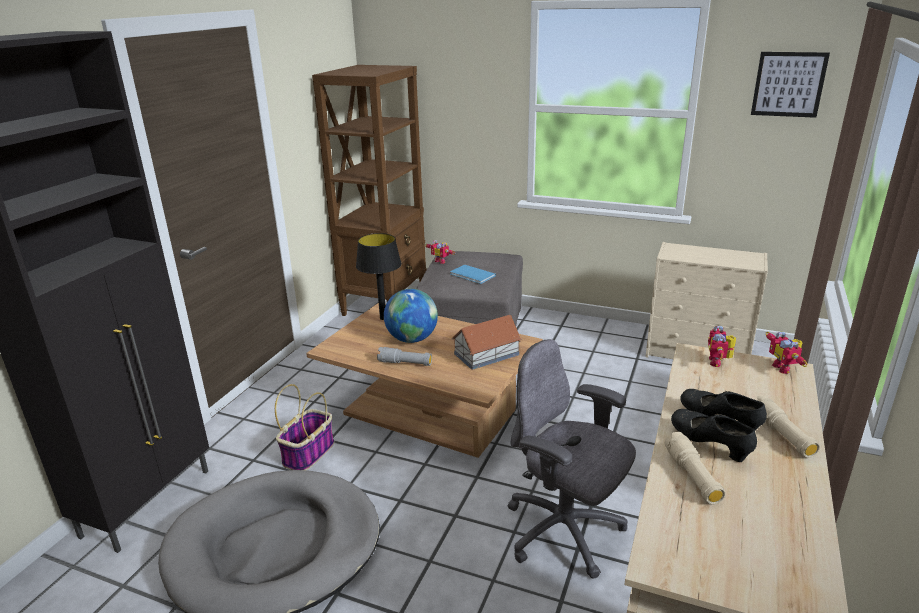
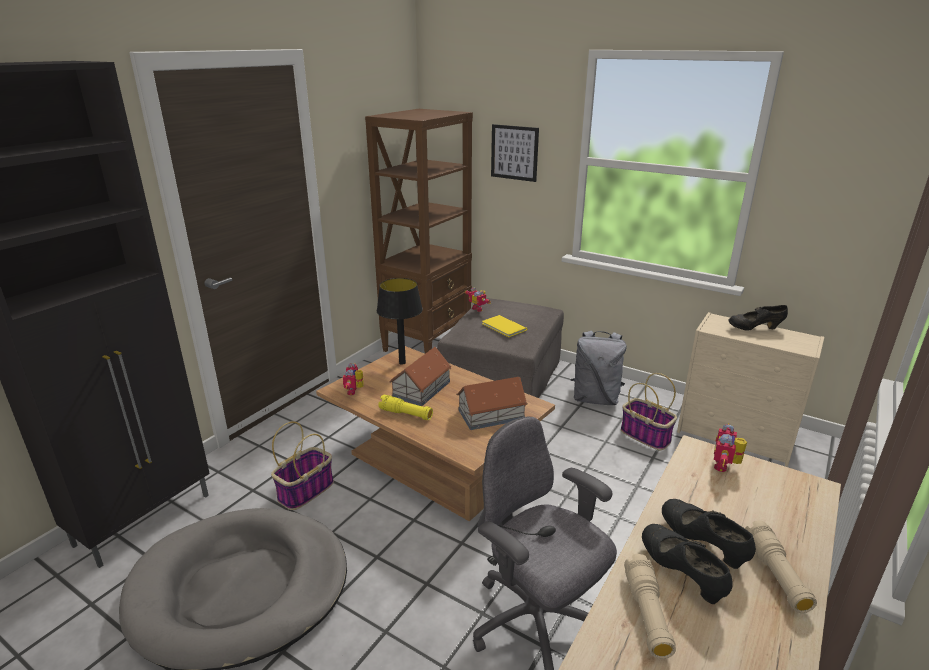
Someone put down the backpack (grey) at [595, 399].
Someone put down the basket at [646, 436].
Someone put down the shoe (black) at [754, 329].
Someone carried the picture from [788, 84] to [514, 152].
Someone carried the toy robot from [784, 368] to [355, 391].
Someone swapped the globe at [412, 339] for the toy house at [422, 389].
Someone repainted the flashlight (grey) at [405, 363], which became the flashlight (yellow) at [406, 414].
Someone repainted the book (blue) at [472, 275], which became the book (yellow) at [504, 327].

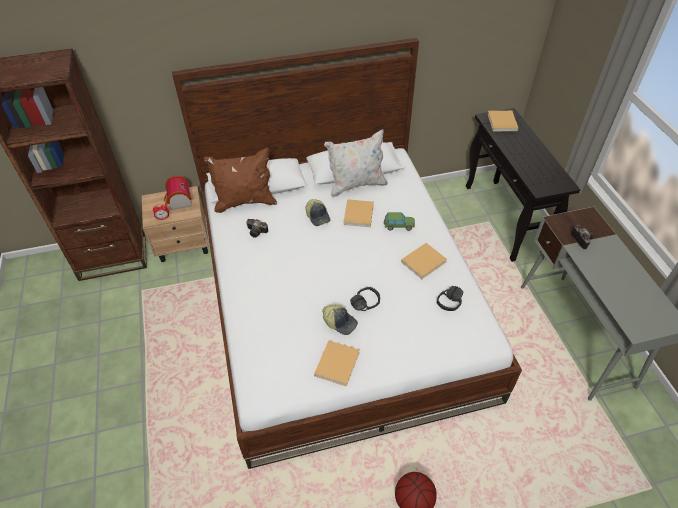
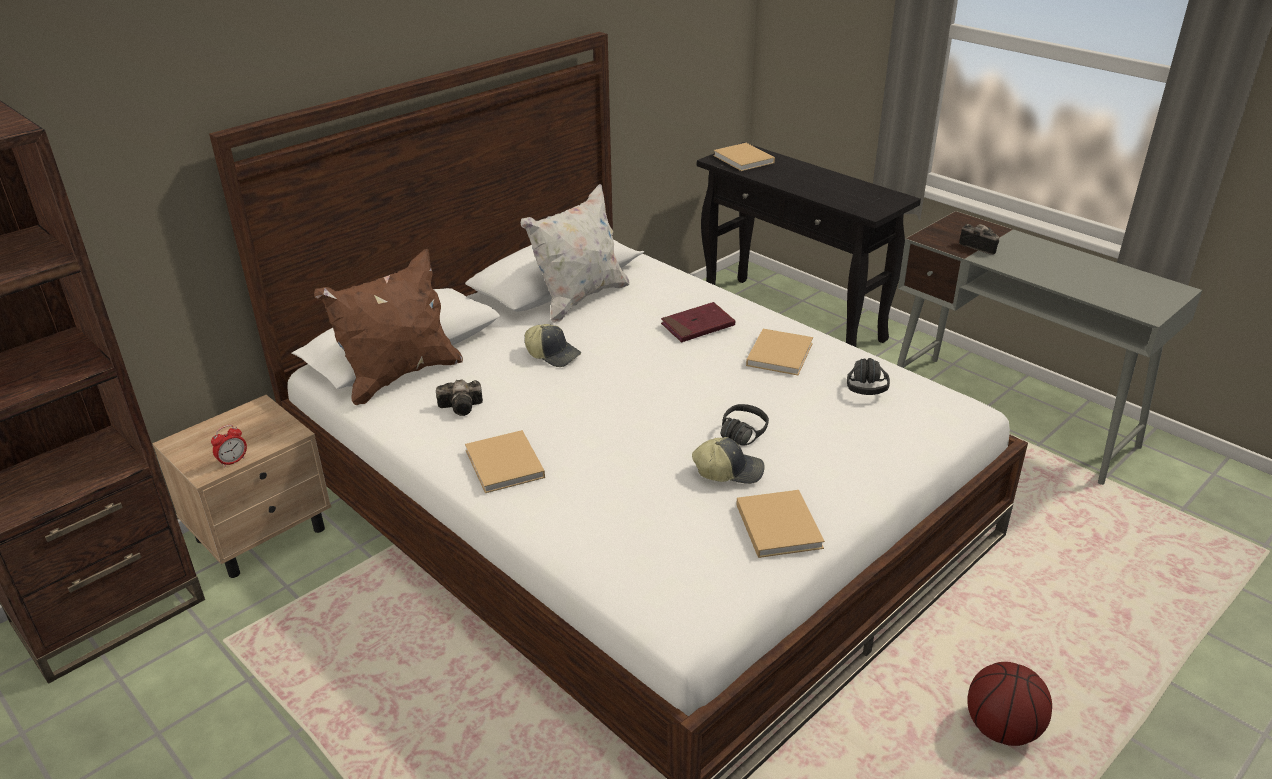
Someone took away the toy house at [179, 202].
Someone carried the book (beige) from [358, 215] to [505, 465].
Someone swapped the toy car at [398, 226] for the book (red) at [697, 325].

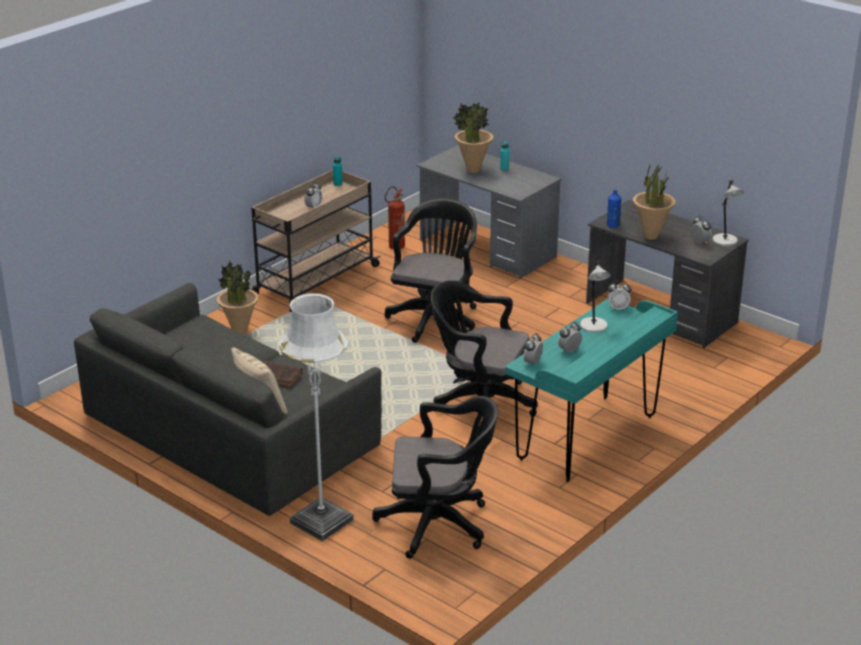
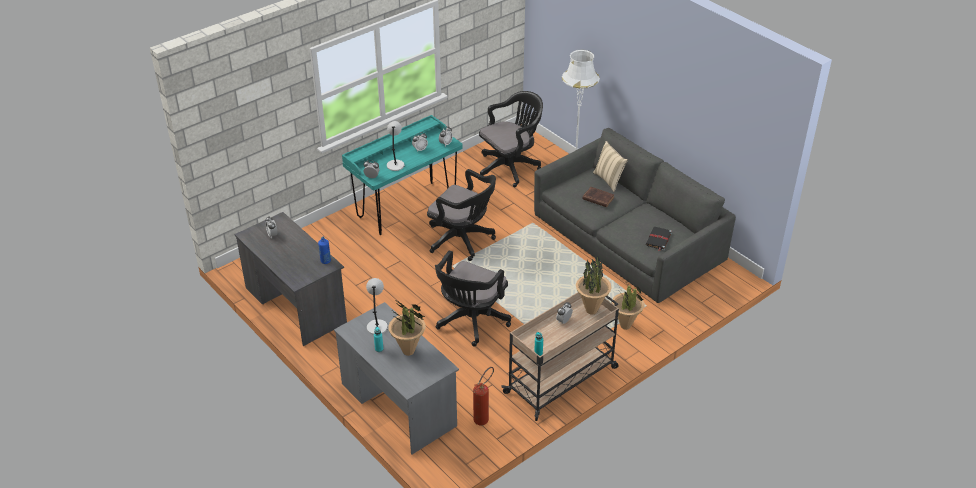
Someone put down the book (black) at [658, 239].
Someone carried the potted plant from [651, 236] to [591, 310].
Someone carried the table lamp (grey) from [725, 241] to [377, 326].
Someone rotated the office chair (black) at [439, 524] by 135 degrees clockwise.

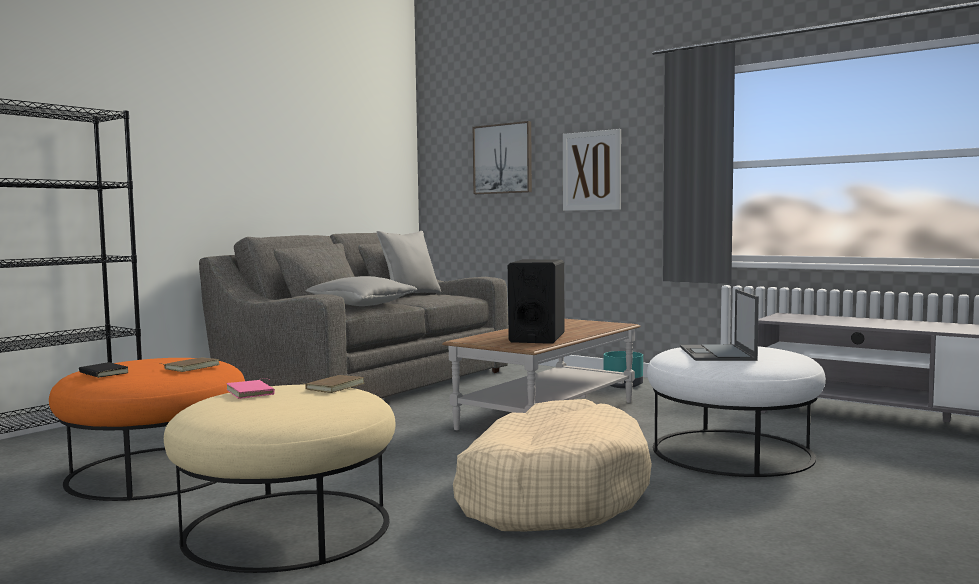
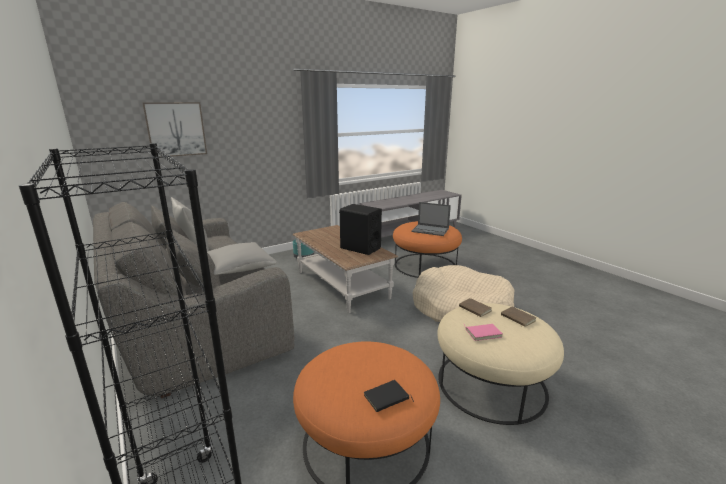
Someone took away the picture at [591, 171].
Someone carried the book (brown) from [191, 367] to [517, 318].
Someone repainted the ottoman (white) at [732, 451], which became the ottoman (orange) at [425, 265].

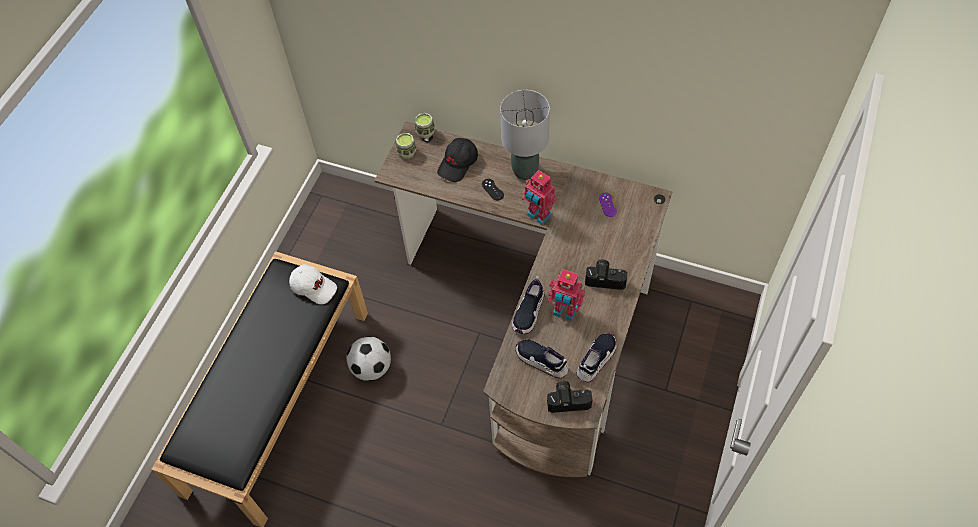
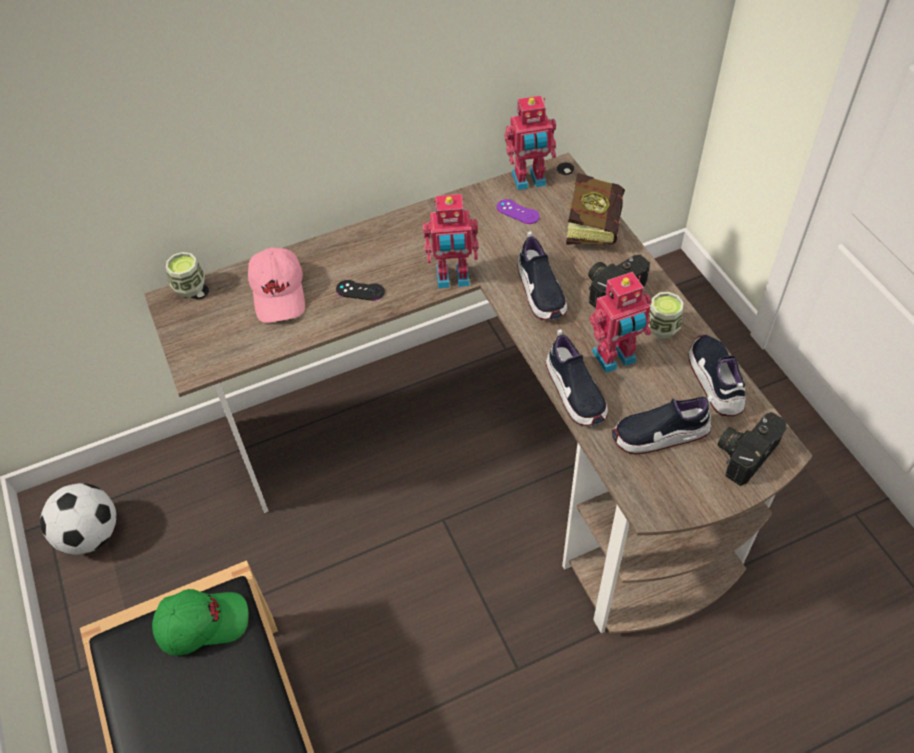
Someone took away the table lamp (grey) at [524, 171].
Someone put down the toy robot at [529, 181].
Someone put down the shoe at [540, 292].
Someone put down the book at [594, 223].
Someone carried the football from [372, 368] to [91, 535].
Someone carried the cup from [407, 152] to [662, 328].
Someone repainted the cap (white) at [314, 287], which became the cap (green) at [202, 623].
Someone repainted the cap (black) at [458, 164], which became the cap (pink) at [279, 293].

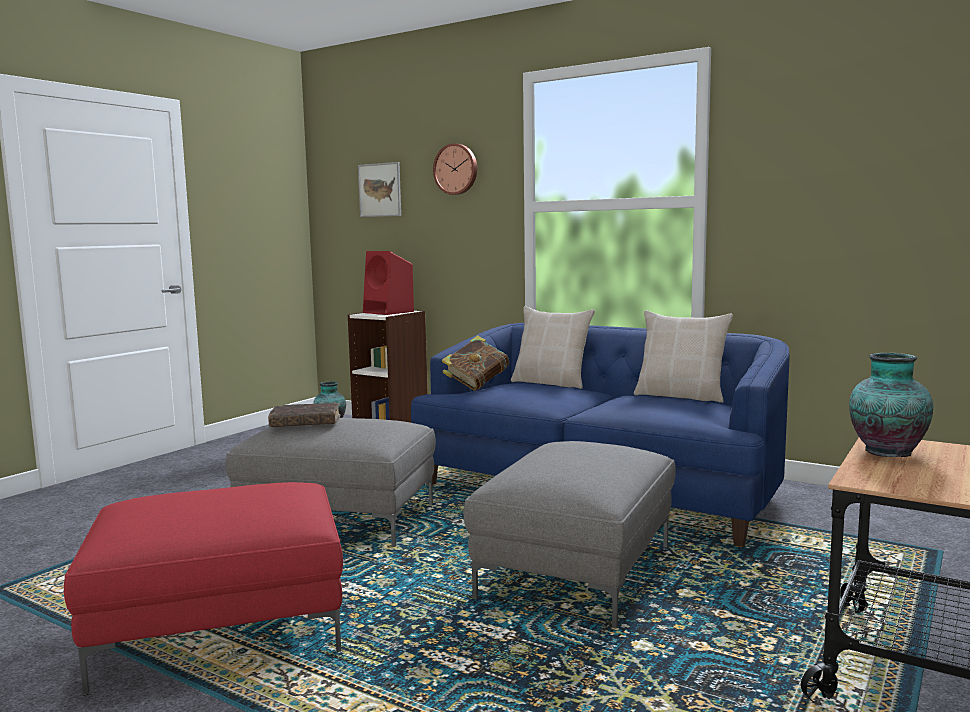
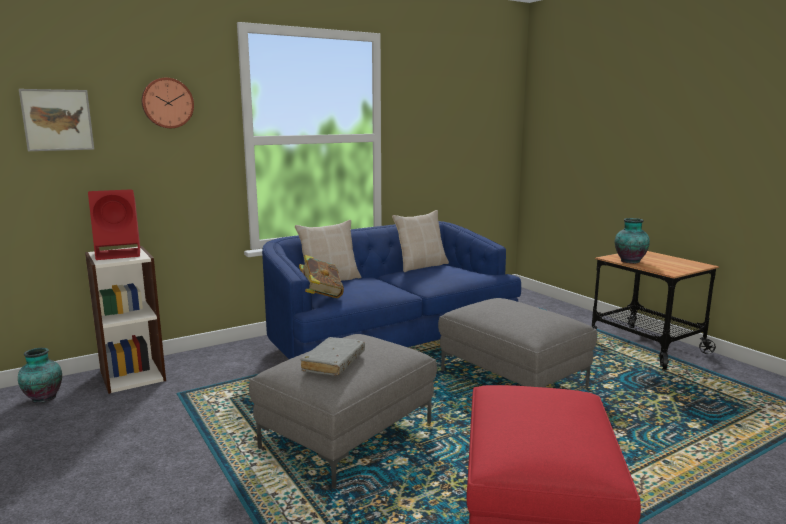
Someone repainted the book (brown) at [305, 423], which became the book (grey) at [333, 363].

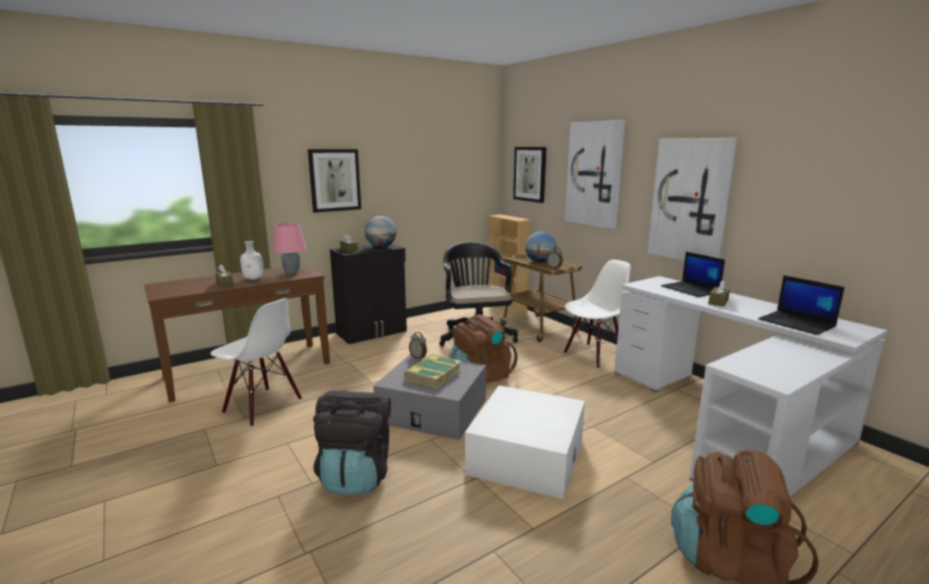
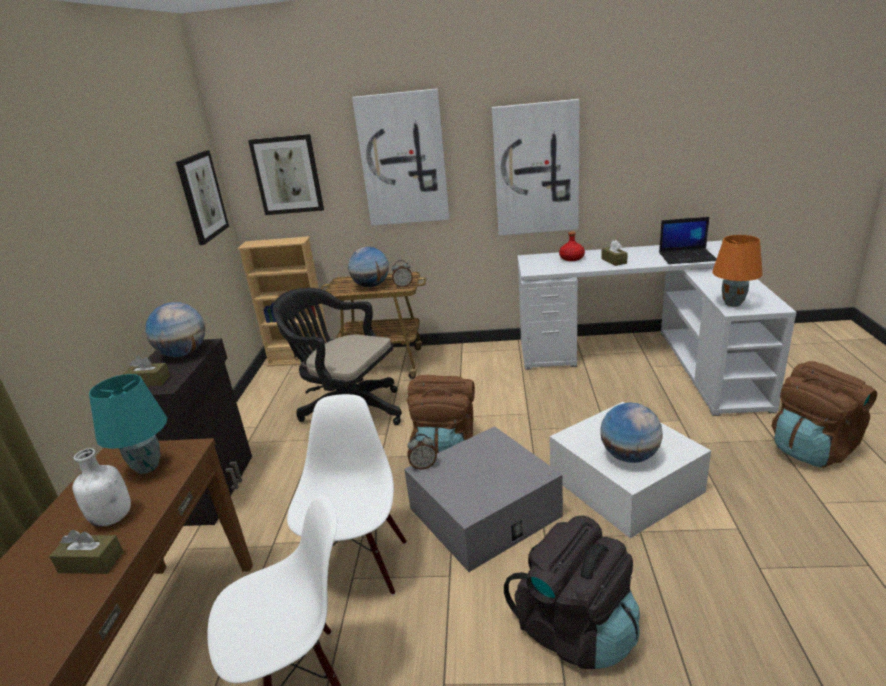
Someone took away the book at [433, 375].
Someone put down the globe at [629, 456].
Someone put down the table lamp (orange) at [733, 303].
Someone carried the picture from [334, 180] to [202, 197].
Someone carried the chair (white) from [593, 356] to [359, 567].
Someone swapped the laptop at [691, 289] for the bottle (red) at [572, 258].
Someone repainted the table lamp (pink) at [291, 273], which became the table lamp (turquoise) at [147, 468].

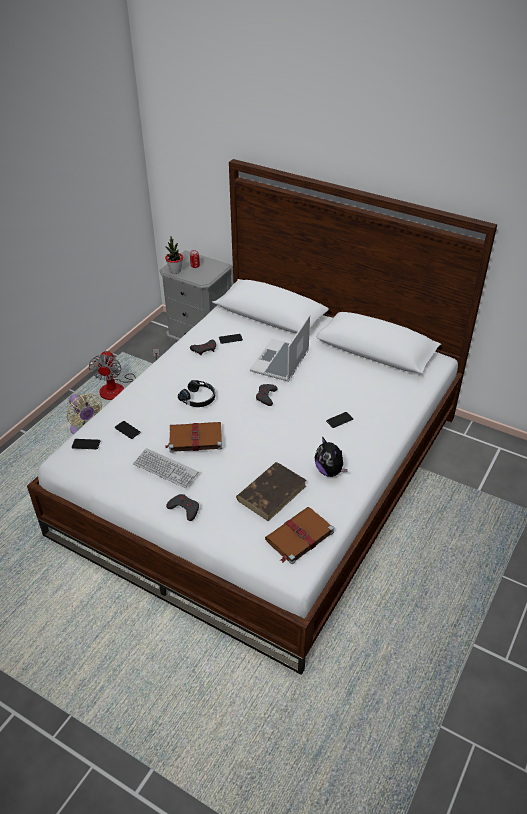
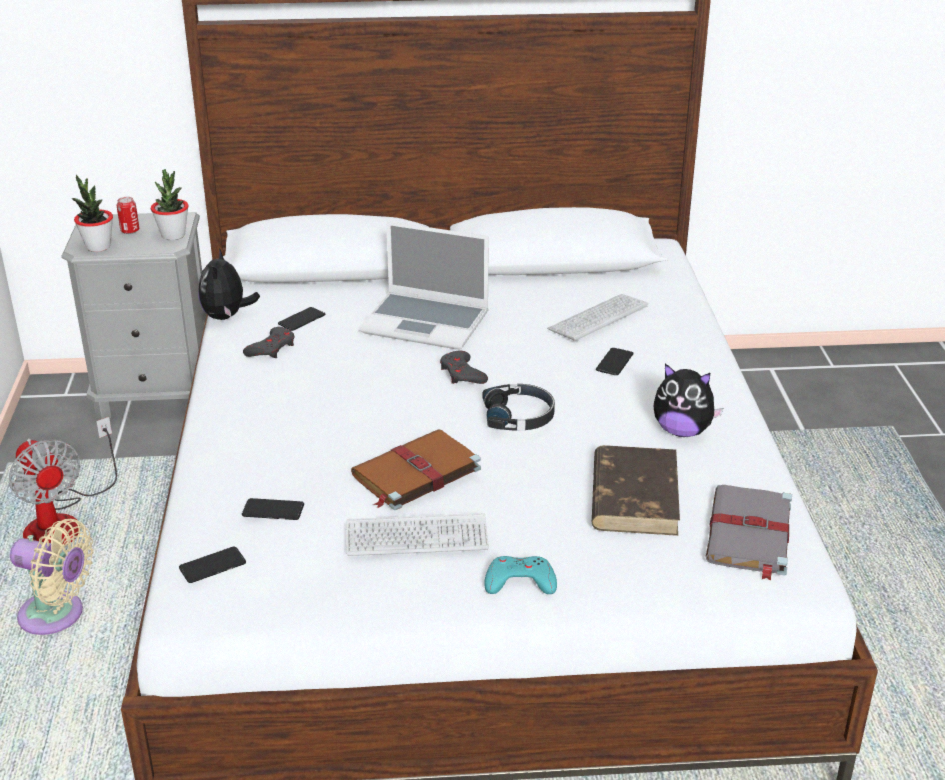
Someone put down the potted plant at [173, 235].
Someone put down the plush toy at [227, 316].
Someone put down the keyboard at [598, 318].
Someone carried the headphones (black) from [198, 398] to [519, 416].
Someone repainted the game controller (grey) at [184, 509], which became the game controller (turquoise) at [520, 581].
Someone repainted the book (brown) at [298, 537], which became the book (grey) at [749, 535].
Someone rotated the laptop at [280, 362] by 60 degrees counterclockwise.

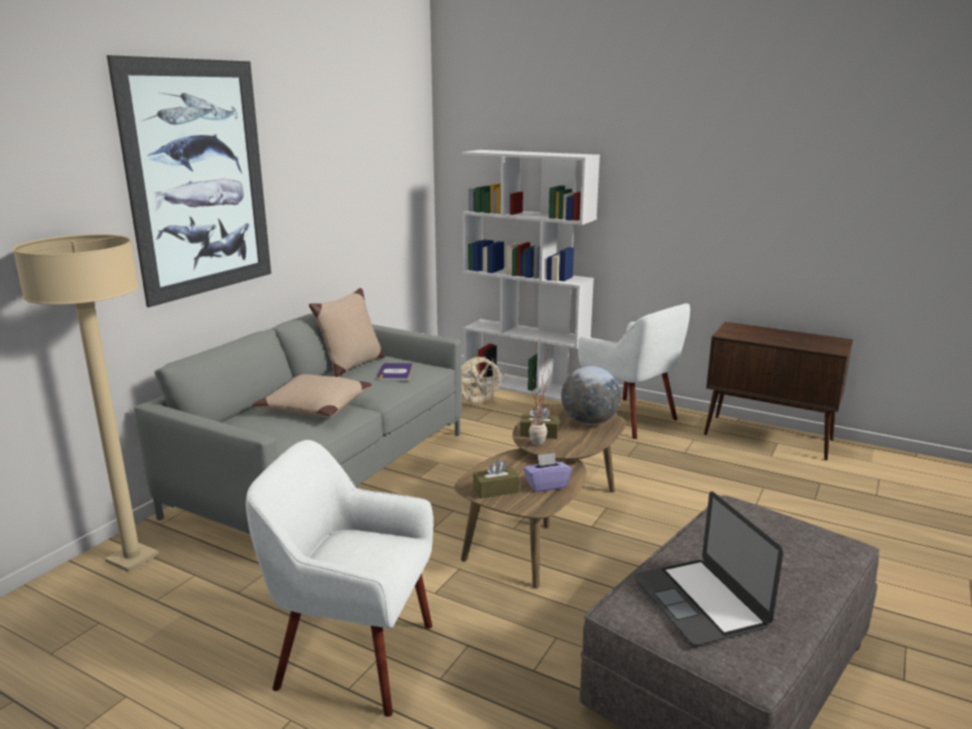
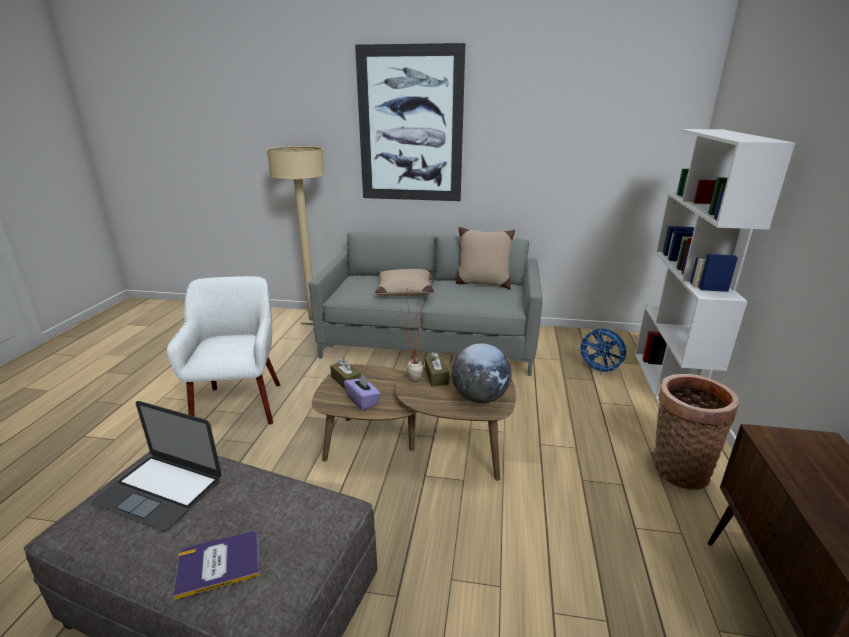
Someone carried the book from [395, 372] to [219, 564].
Someone swapped the armchair (white) at [629, 418] for the basket at [677, 468].
Someone repainted the fan (beige) at [478, 403], which became the fan (blue) at [599, 371].
Someone rotated the laptop at [700, 600] by 120 degrees counterclockwise.

